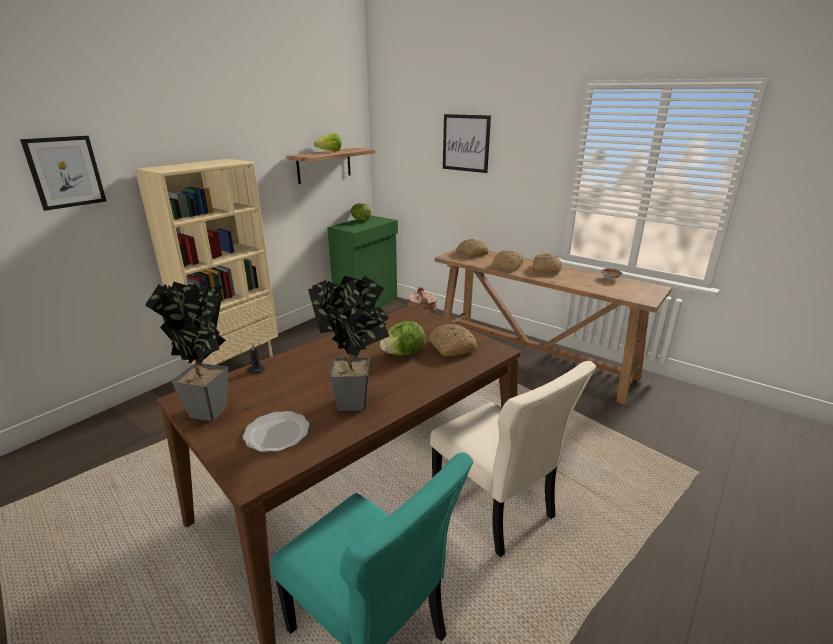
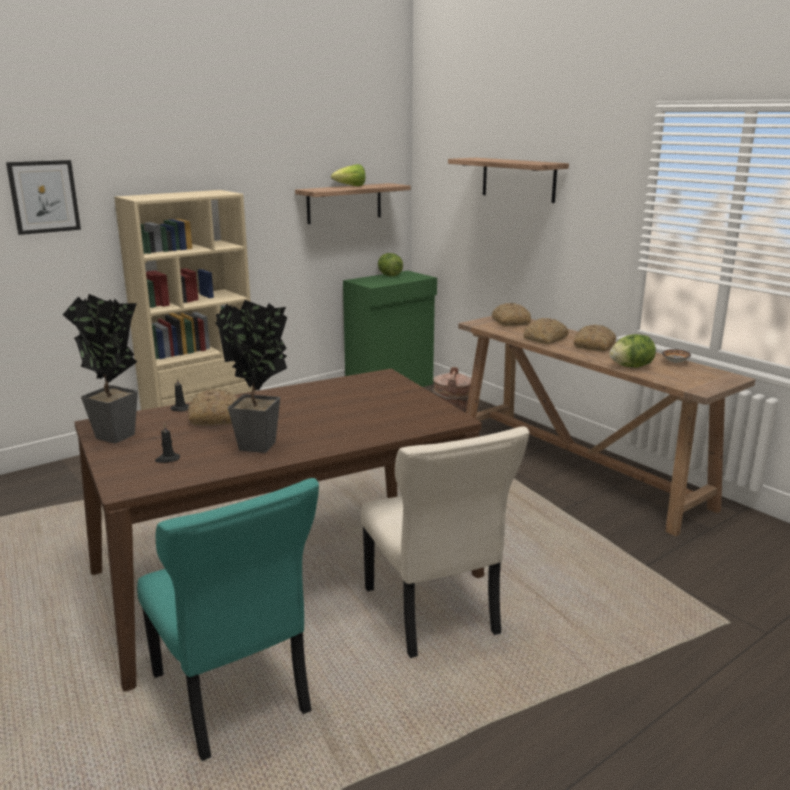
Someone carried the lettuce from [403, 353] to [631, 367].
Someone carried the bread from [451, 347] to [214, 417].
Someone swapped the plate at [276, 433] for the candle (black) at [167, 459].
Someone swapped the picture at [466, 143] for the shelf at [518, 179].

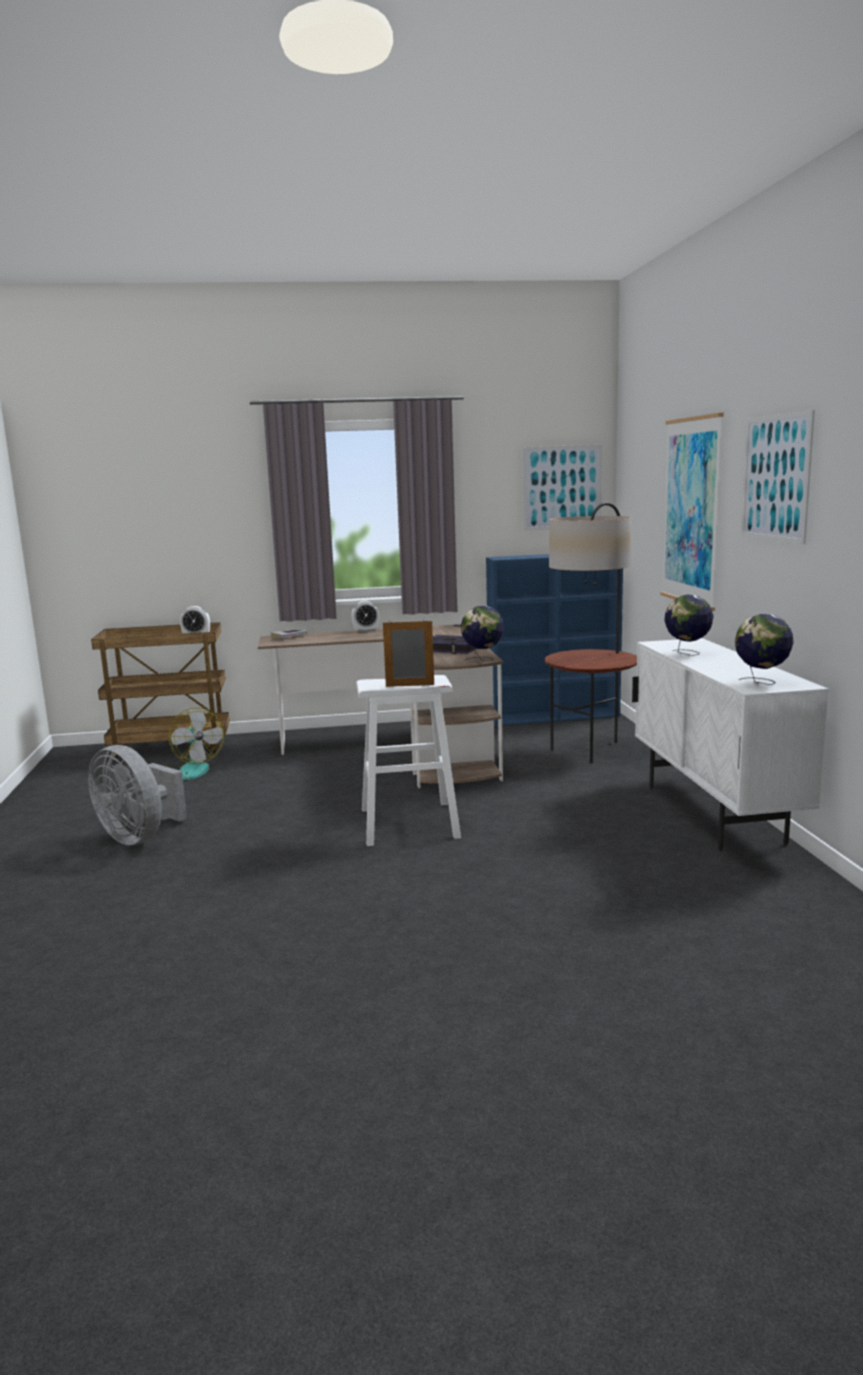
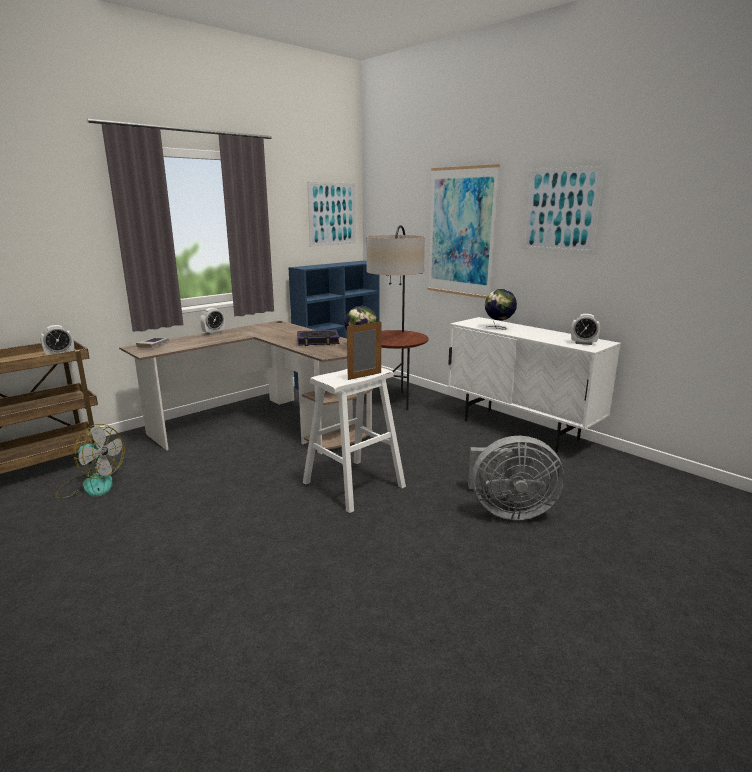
Someone carried the fan (grey) from [139, 837] to [508, 511].
Someone swapped the globe at [761, 682] for the alarm clock at [583, 343].

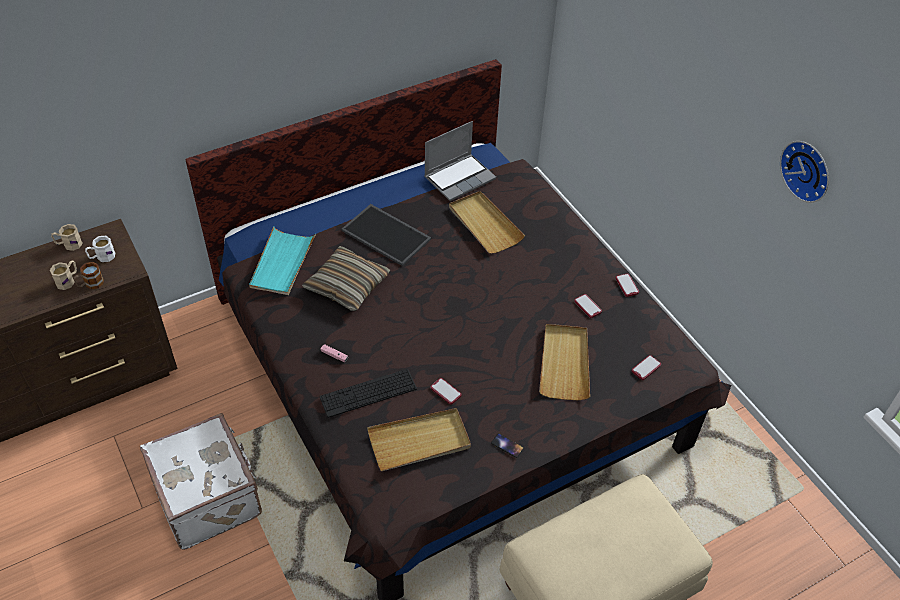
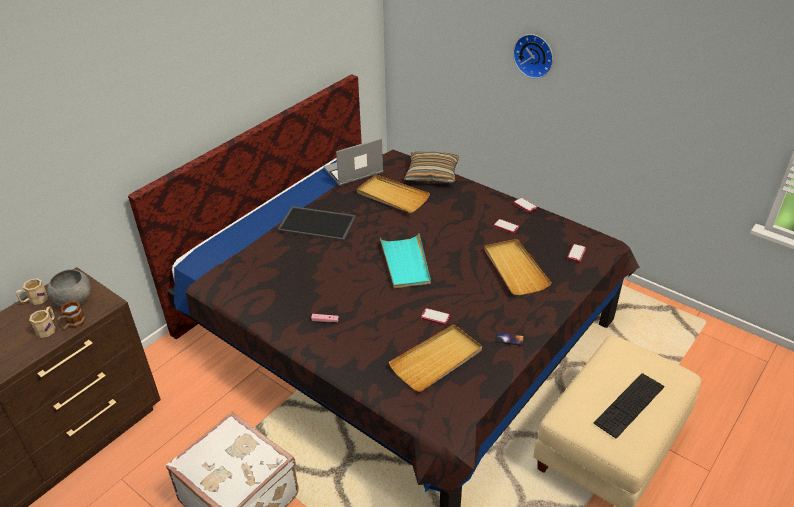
Someone carried the tray (turquoise) from [282, 263] to [405, 263].
Someone carried the pillow from [347, 285] to [432, 174].
Someone carried the keyboard from [368, 393] to [629, 404].
Someone carried the wall clock from [808, 170] to [534, 55].
Someone swapped the mug (white) at [102, 257] for the bowl (grey) at [74, 300].
Someone rotated the laptop at [460, 177] by 150 degrees counterclockwise.

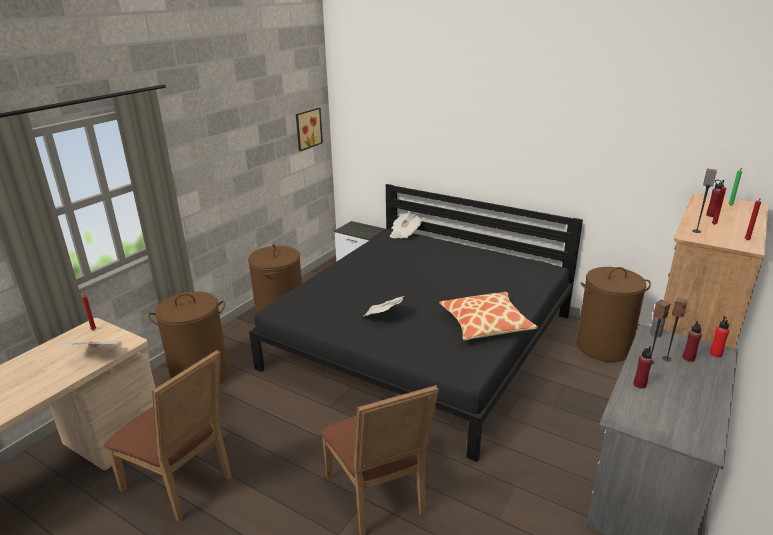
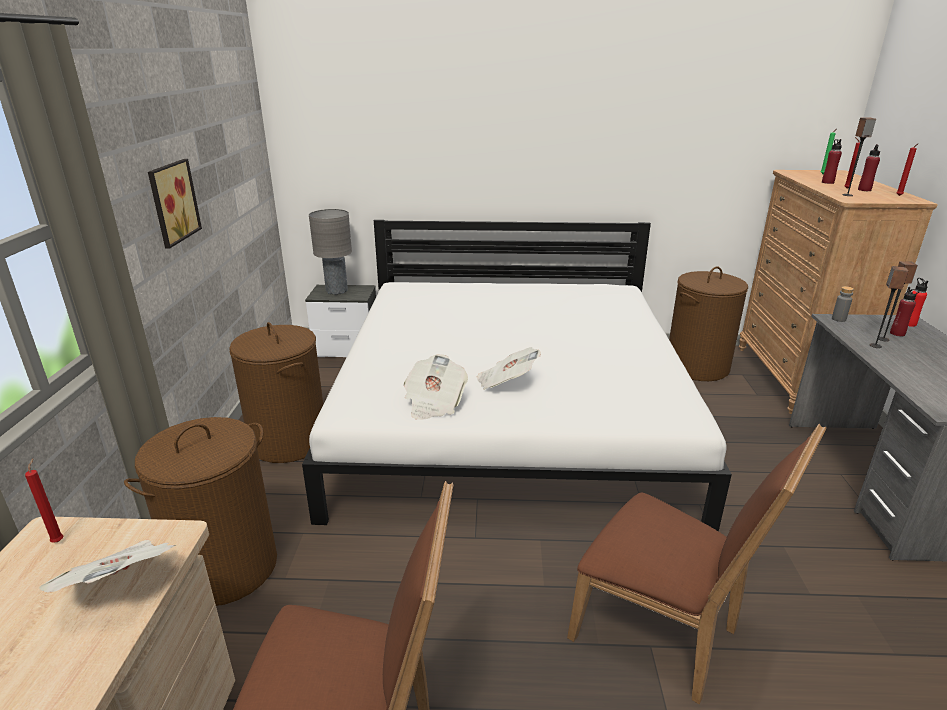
Someone took away the pillow at [486, 324].
Someone put down the table lamp (grey) at [336, 291].
Someone carried the picture from [307, 128] to [171, 202].
Someone carried the newspaper from [404, 233] to [434, 403].
Someone carried the bottle (red) from [639, 384] to [864, 190].
Someone repainted the bed (black) at [422, 341], which became the bed (white) at [510, 414].

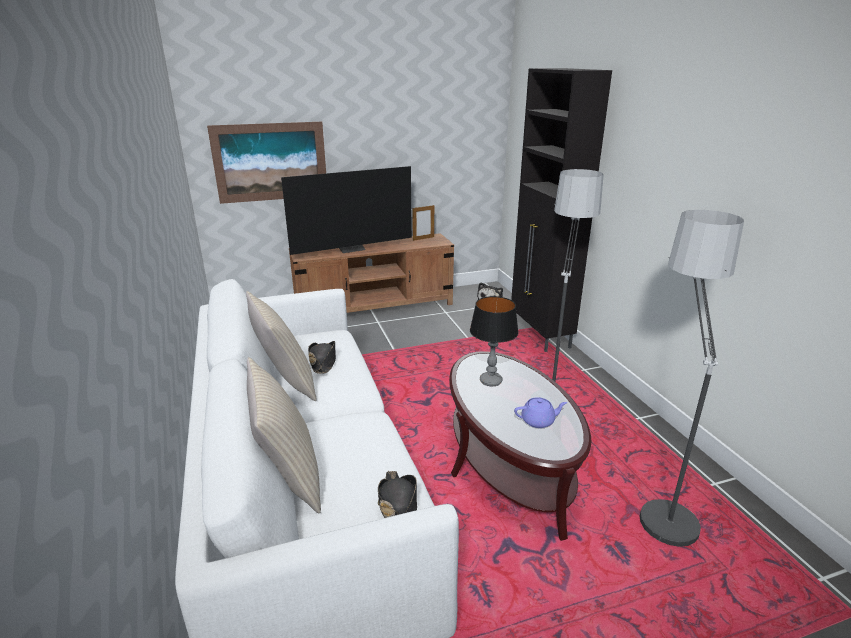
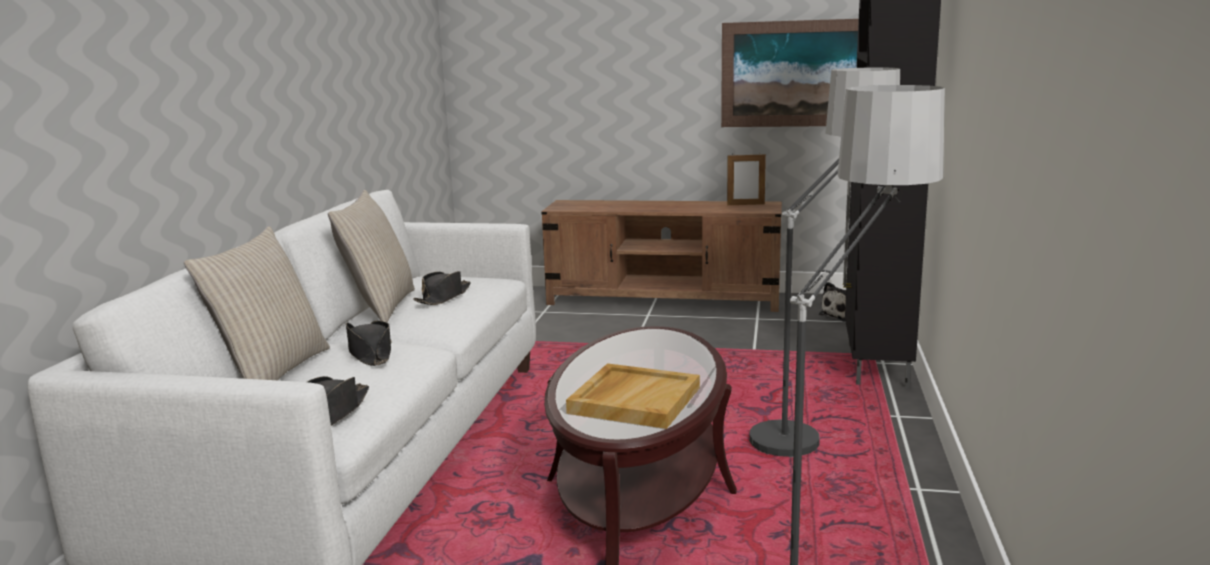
Someone took away the television at [352, 249].
Someone took away the table lamp at [490, 381].
Someone put down the hat (black) at [370, 353].
Someone carried the picture from [270, 162] to [797, 74].
Someone swapped the teapot (purple) at [538, 421] for the tray (beige) at [634, 400].

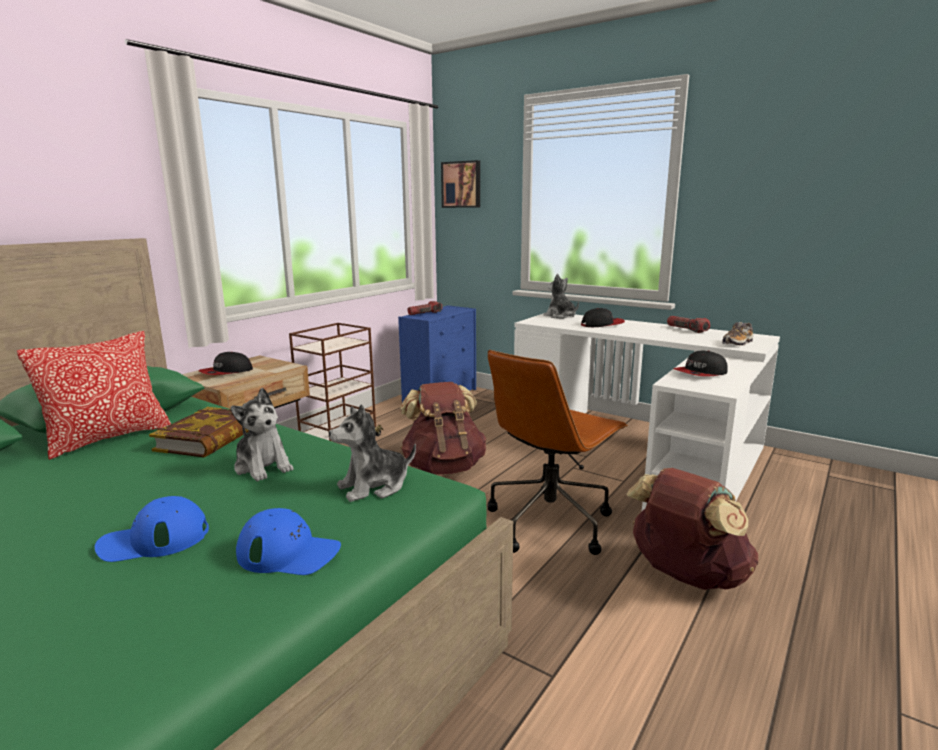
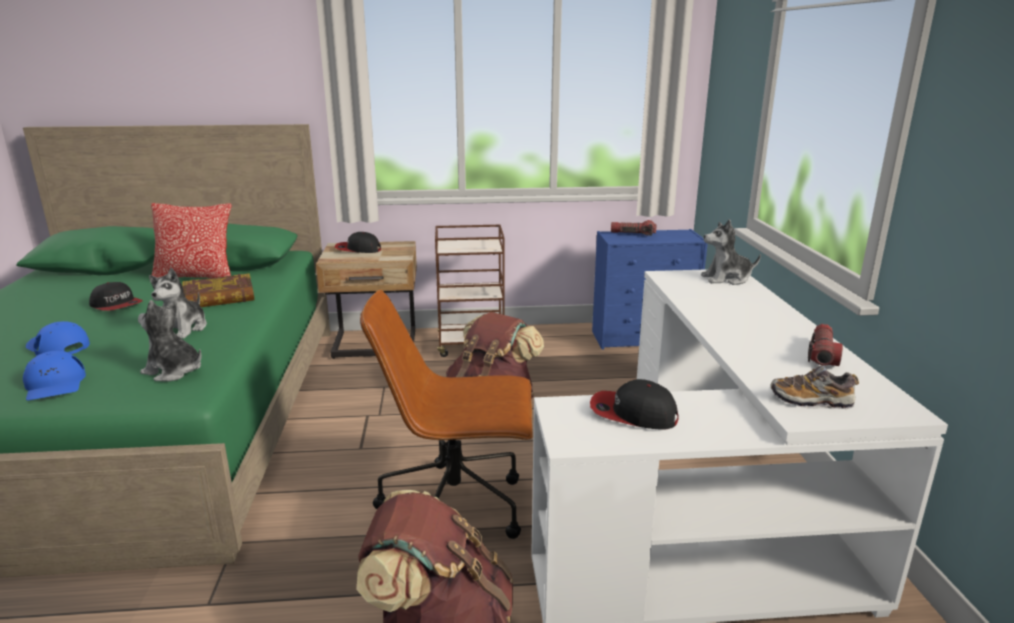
Someone took away the picture at [462, 184].
Someone carried the cap from [602, 324] to [117, 305].
Someone rotated the plush toy at [560, 316] by 105 degrees counterclockwise.

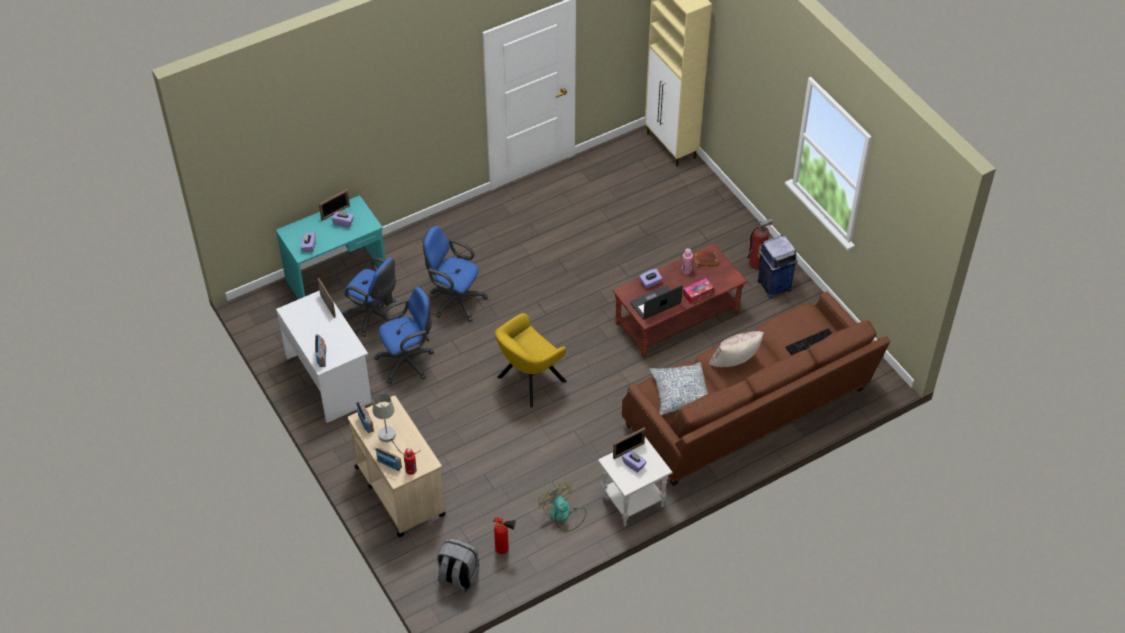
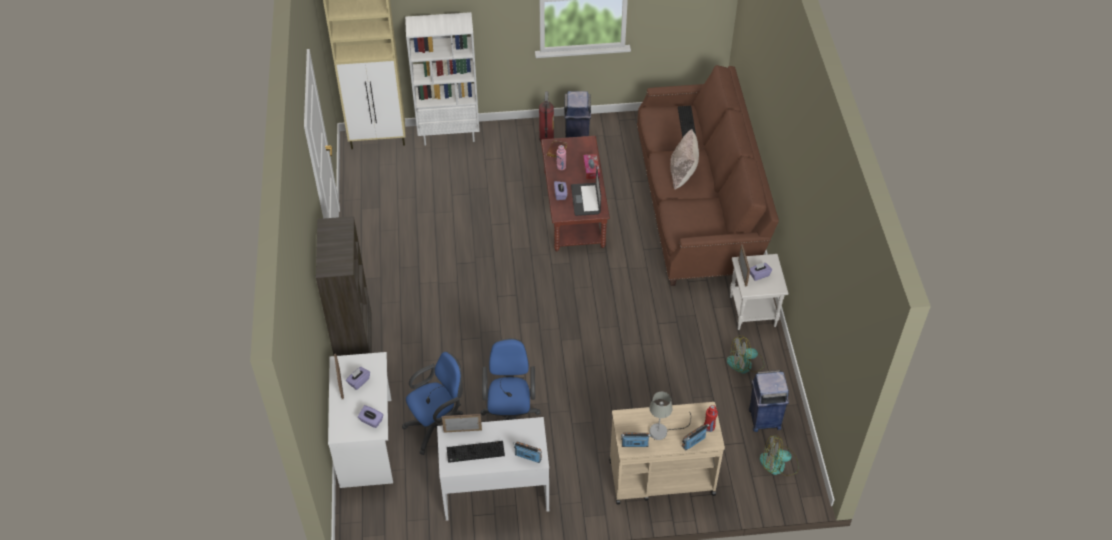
Someone took away the office chair (blue) at [454, 300].
Someone took away the armchair (yellow) at [528, 381].
Someone took away the pillow at [680, 394].
Someone put down the bookcase (brown) at [356, 352].
Someone put down the bookcase (white) at [449, 134].
Someone put down the keyboard at [475, 453].
Someone swapped the backpack (grey) at [458, 577] for the fan at [778, 464].
Someone swapped the fire extinguisher at [505, 550] for the trash can (blue) at [763, 419].
Someone repainted the desk (turquoise) at [336, 278], which became the desk (white) at [367, 442].

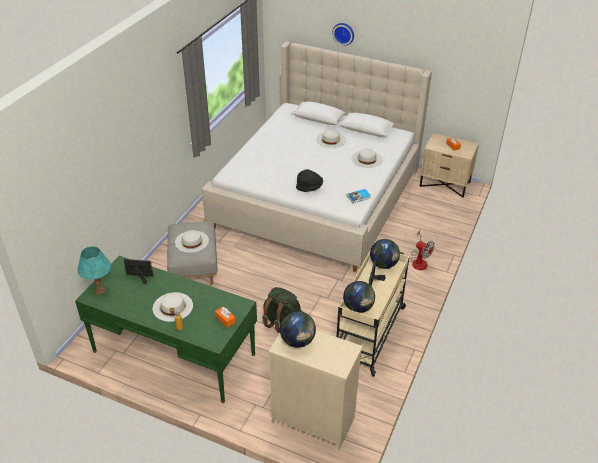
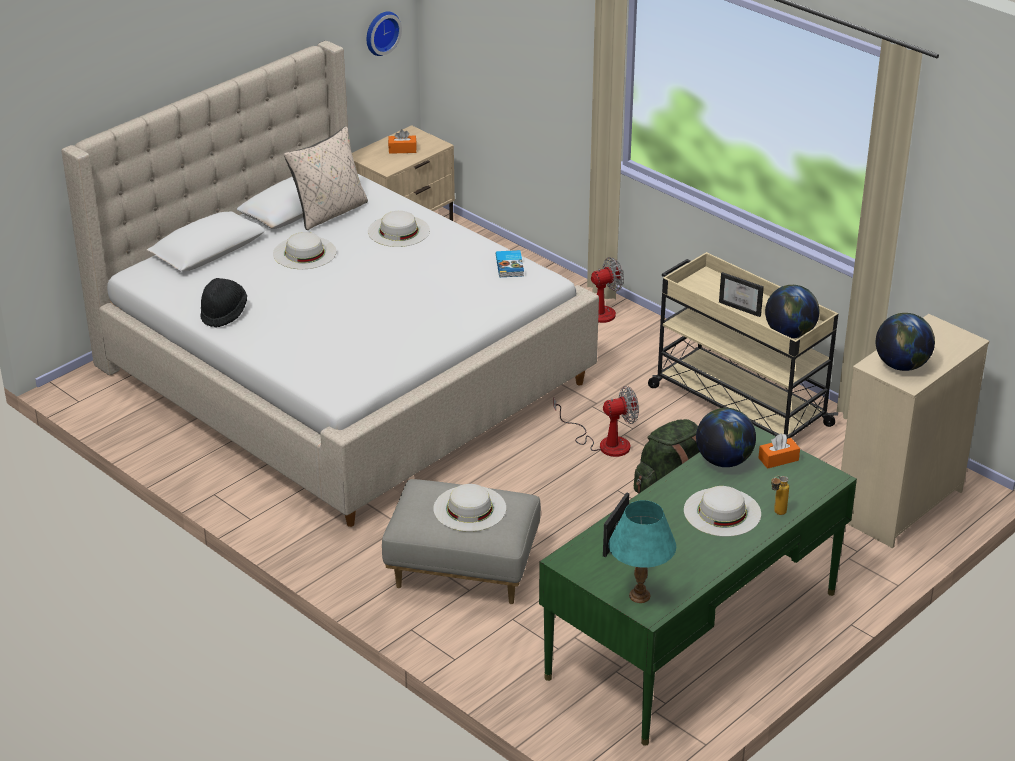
Someone put down the pillow (beige) at [330, 212].
Someone put down the fan at [604, 443].
Someone carried the hat (black) from [309, 187] to [223, 313].
Someone carried the wall clock from [344, 33] to [380, 32].
Someone carried the globe from [383, 264] to [724, 460].

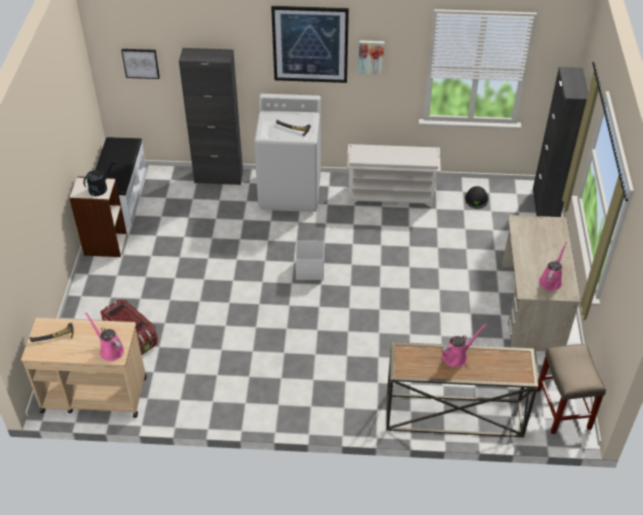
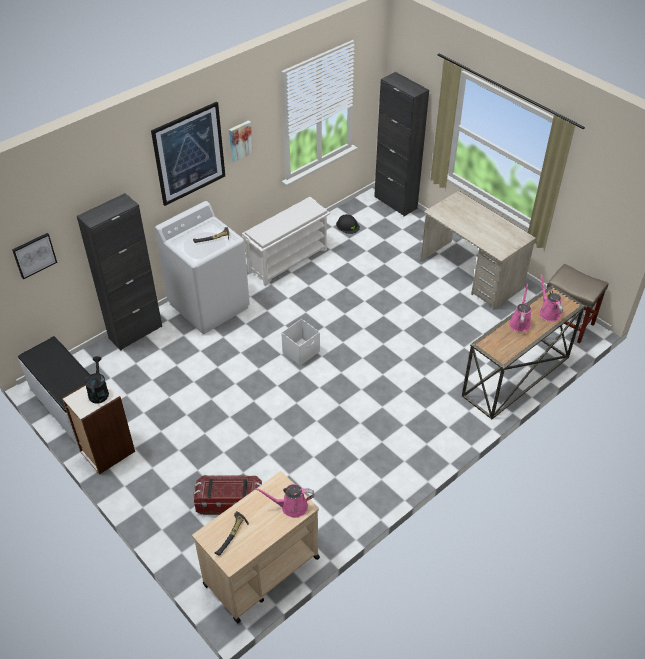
Someone carried the watering can (pink) from [551, 280] to [548, 312].

